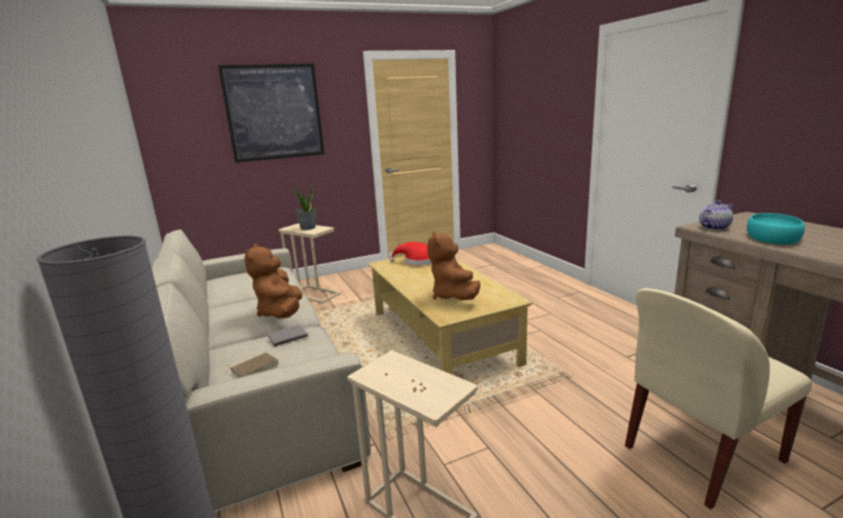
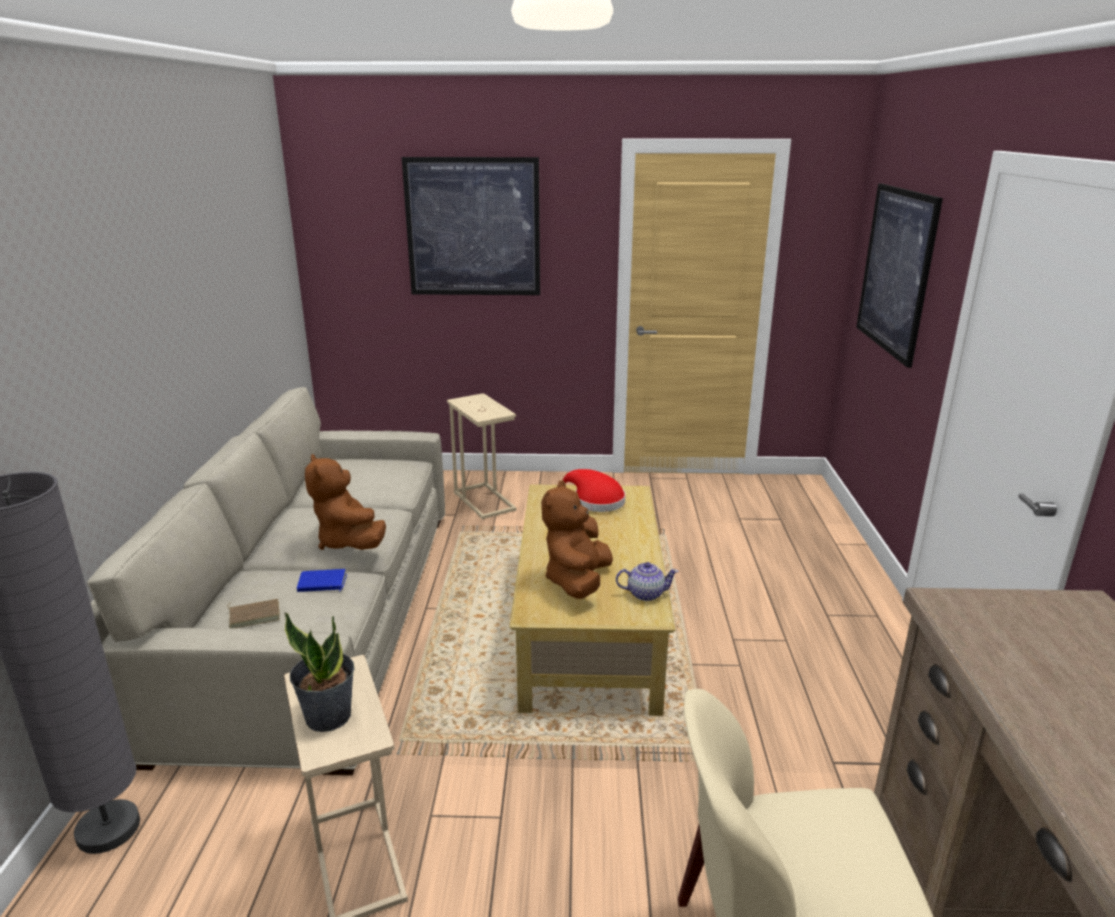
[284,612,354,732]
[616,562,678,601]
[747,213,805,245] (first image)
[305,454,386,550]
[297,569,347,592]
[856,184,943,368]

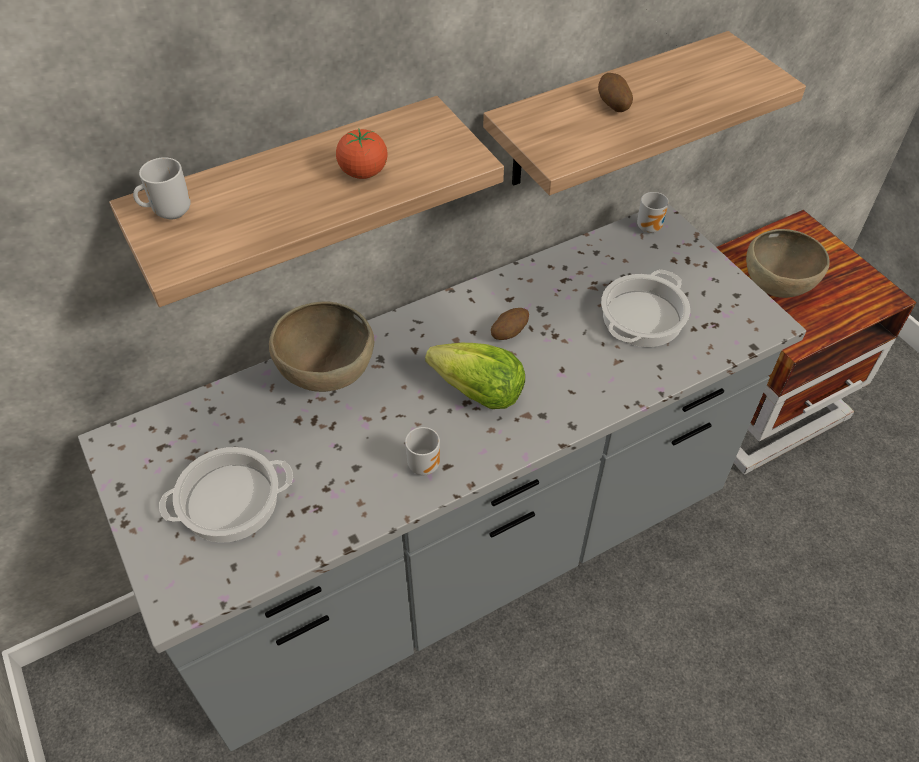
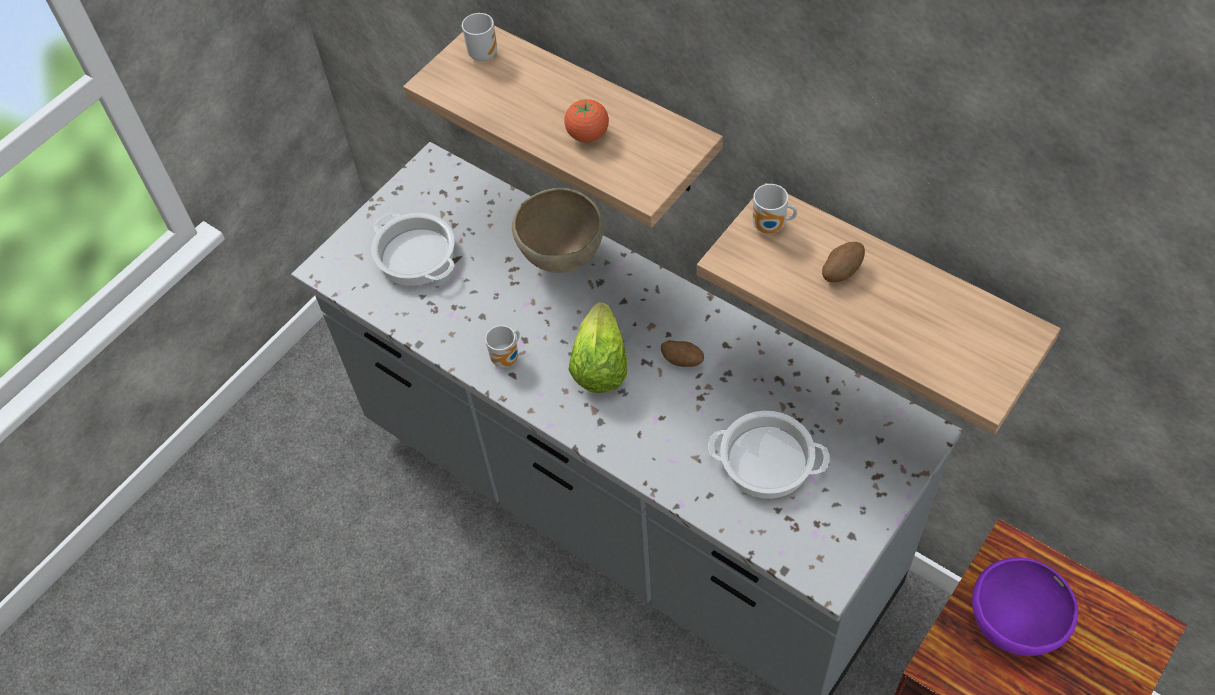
[753,184,797,234]
[972,557,1078,656]

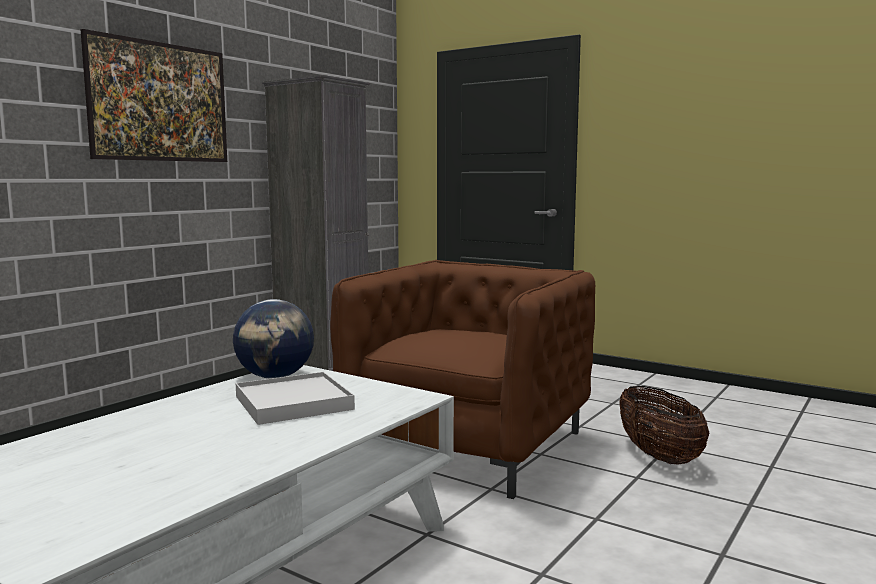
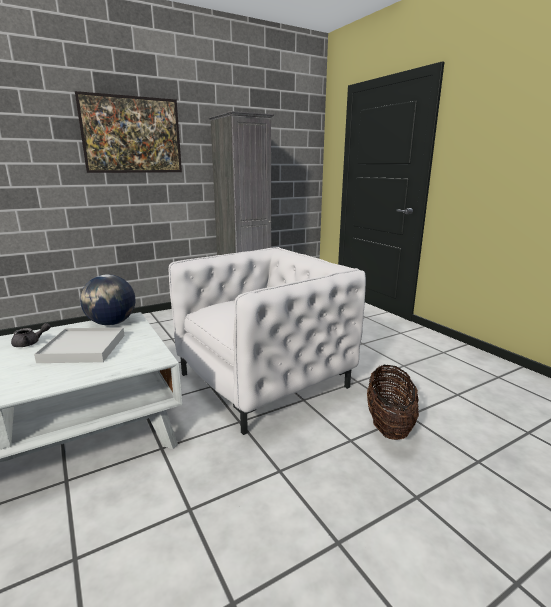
[169,247,366,435]
[11,323,51,347]

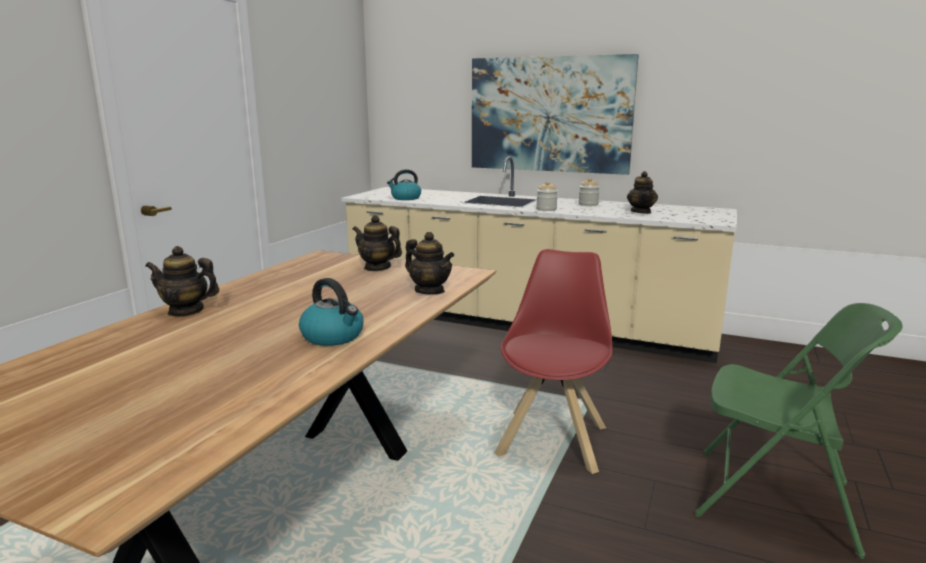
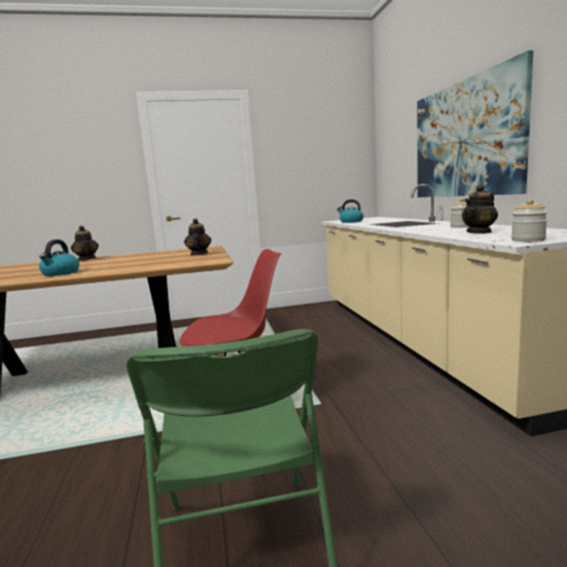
[511,199,548,242]
[405,232,454,294] (first image)

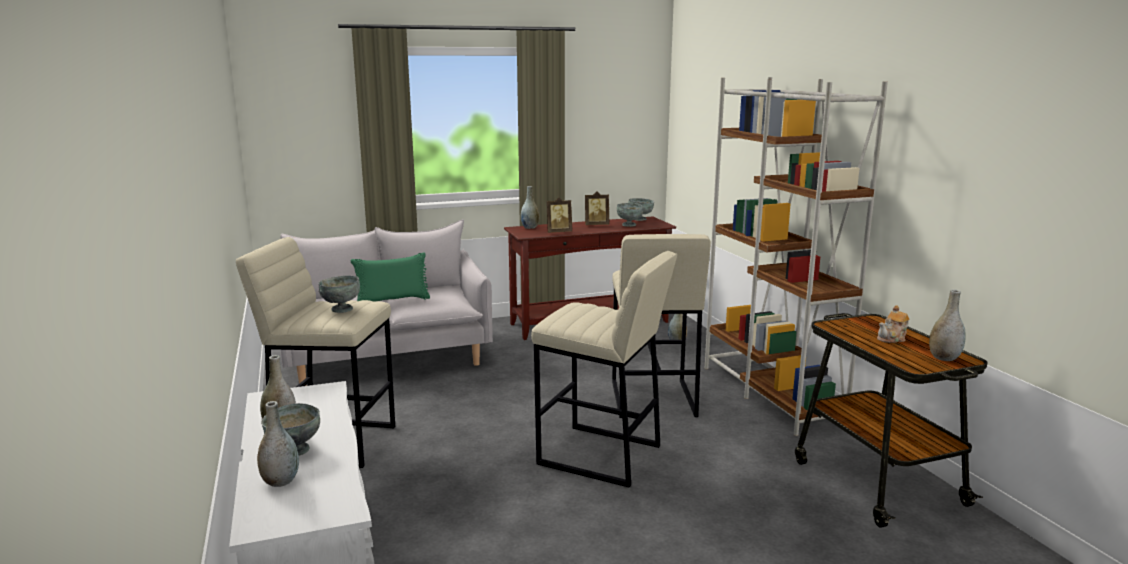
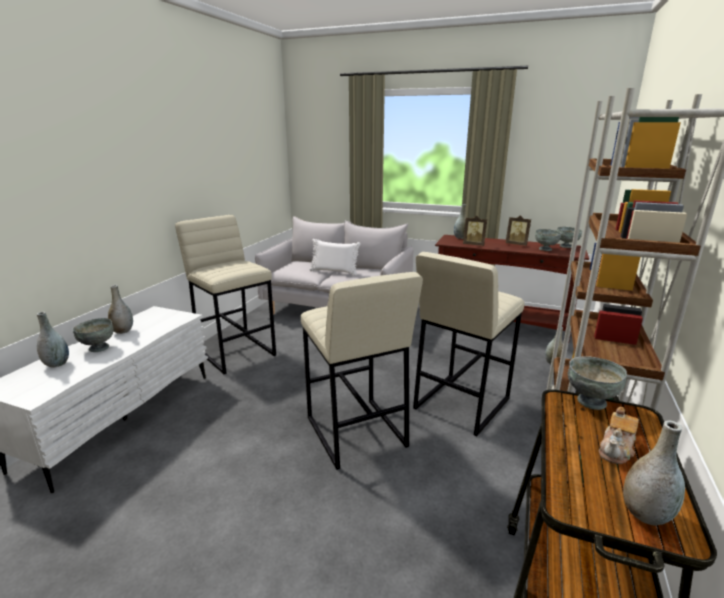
[309,239,361,276]
[568,356,627,410]
[599,407,639,464]

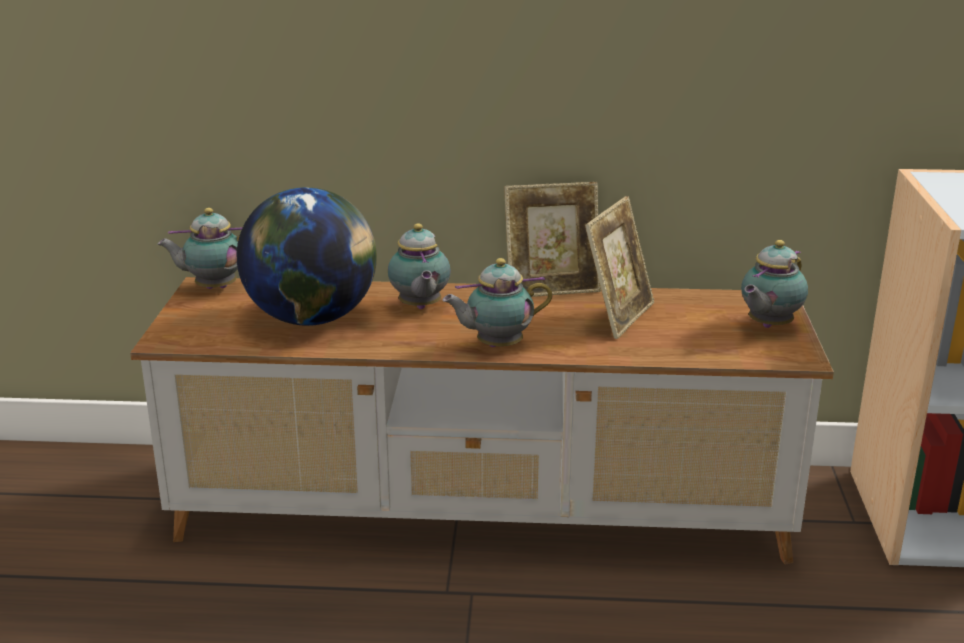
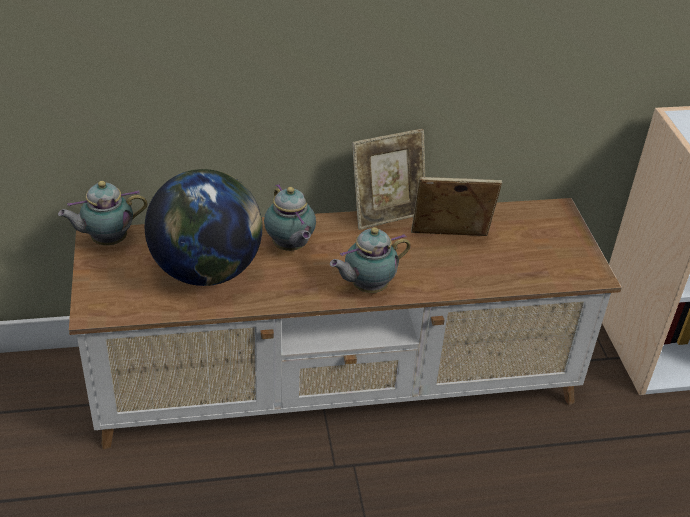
[411,177,502,236]
[741,240,808,328] (first image)

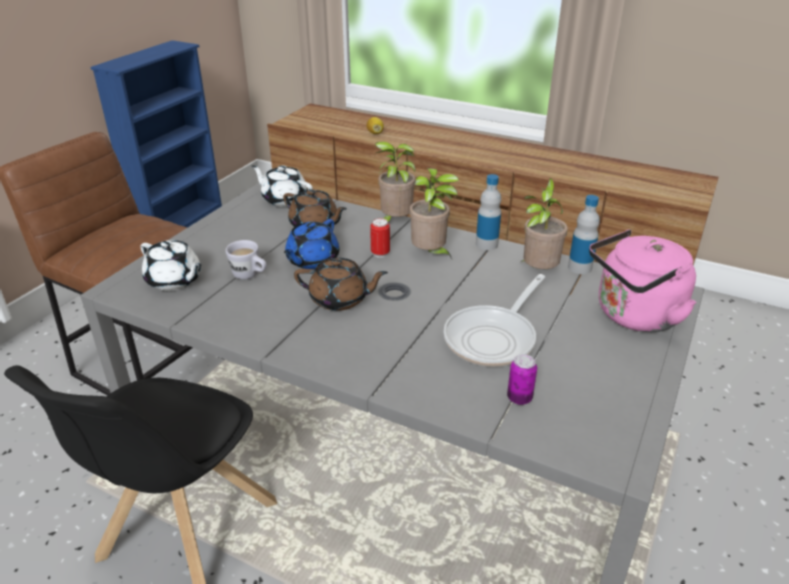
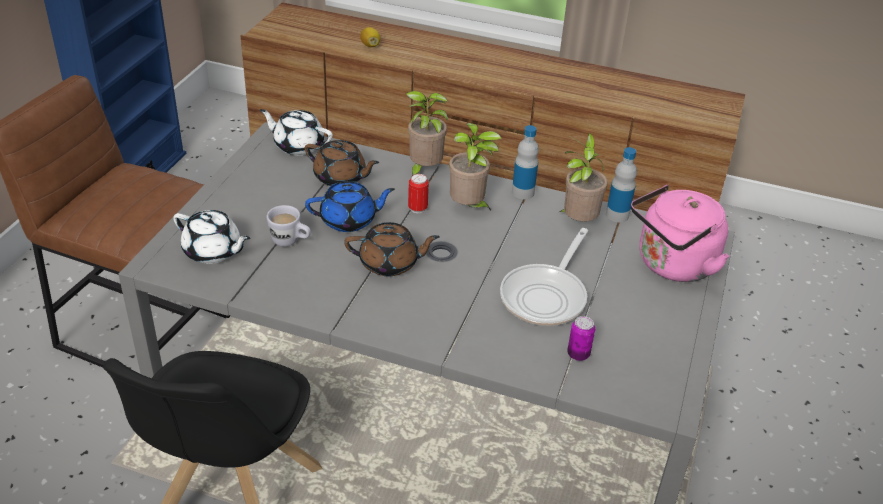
[305,181,395,232]

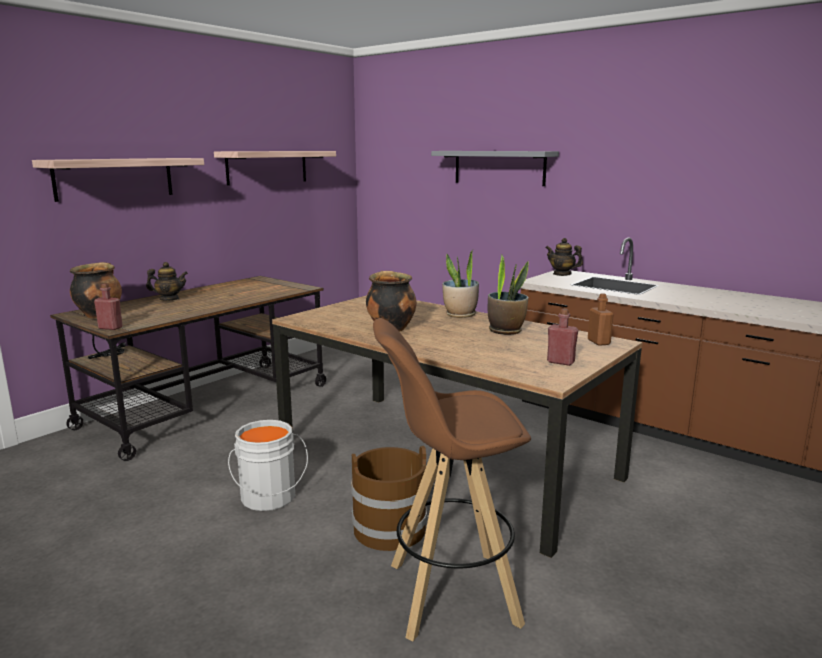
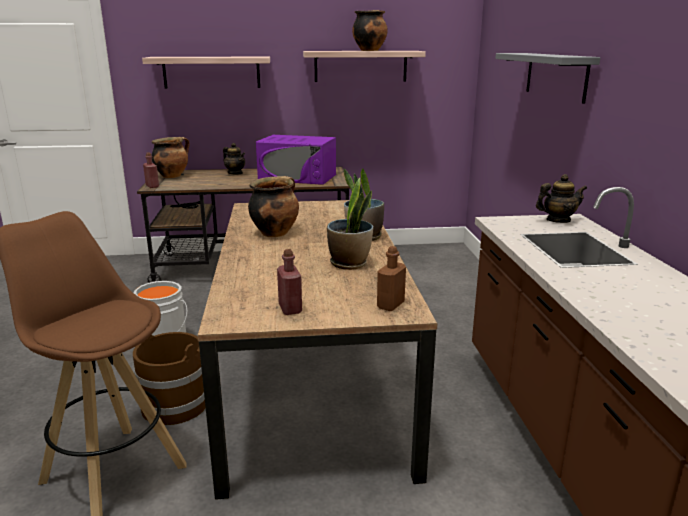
[536,174,587,223]
[352,10,388,51]
[256,135,336,185]

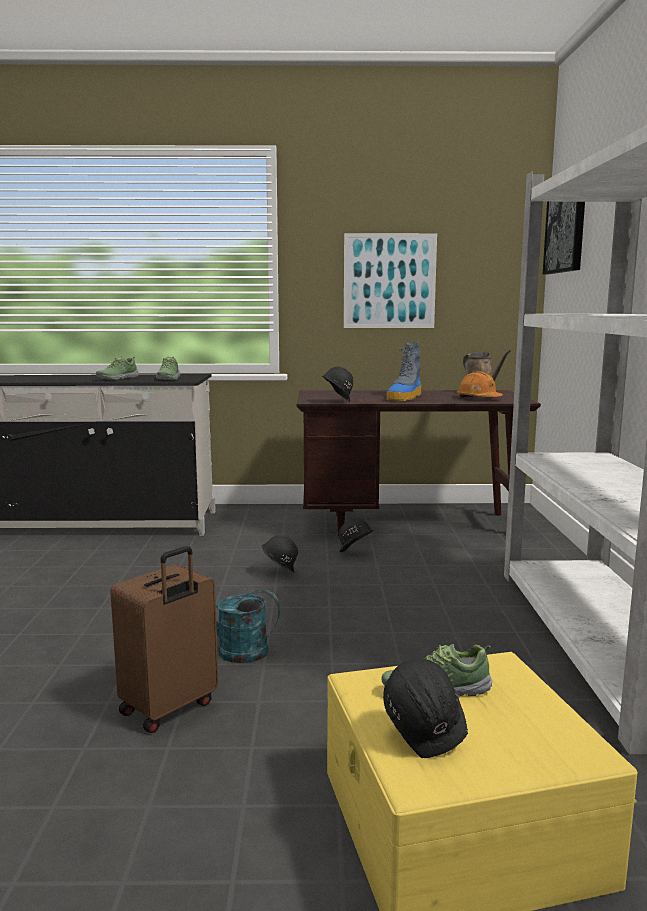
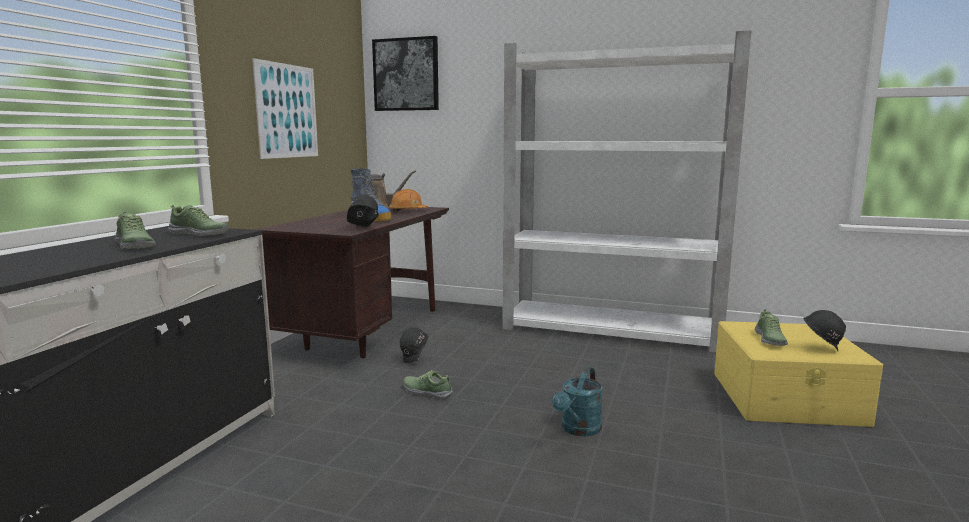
[404,370,453,399]
[110,546,218,733] (first image)

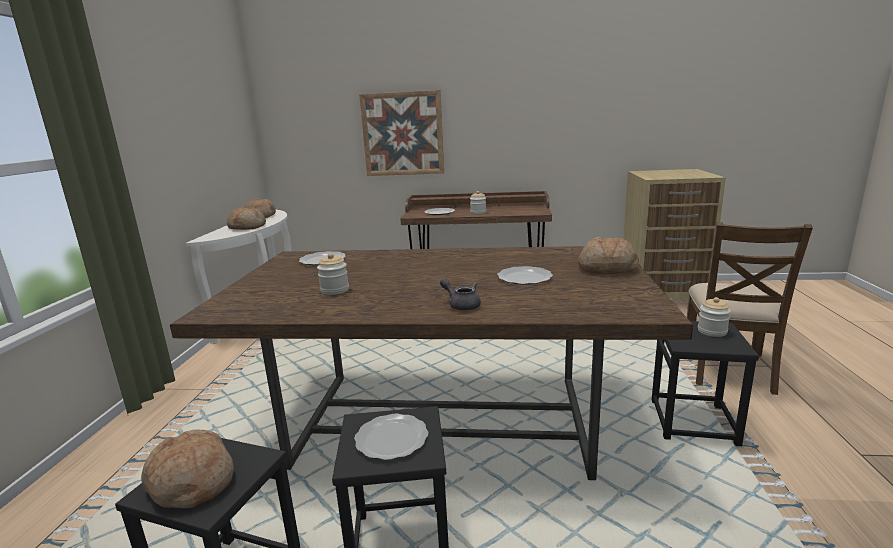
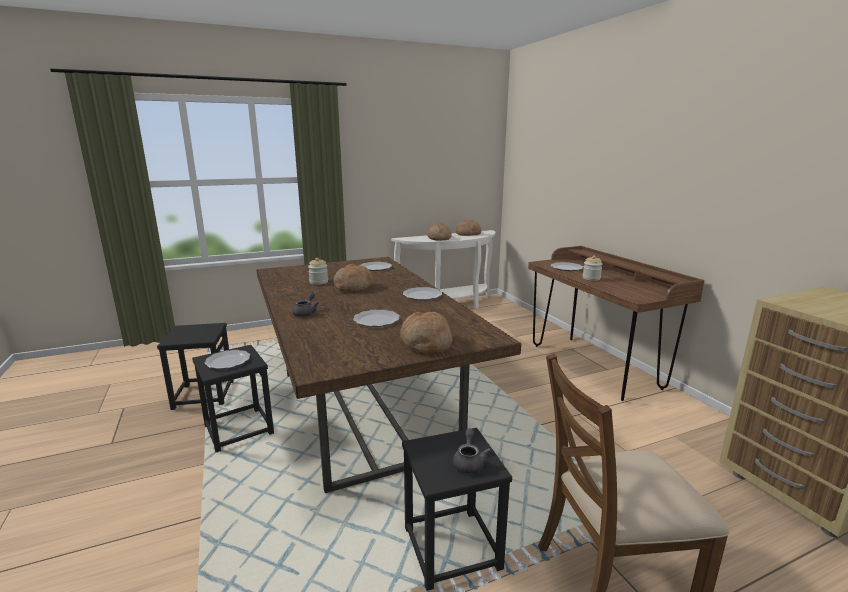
[359,90,444,176] (first image)
[453,428,491,474]
[333,264,373,292]
[403,287,442,300]

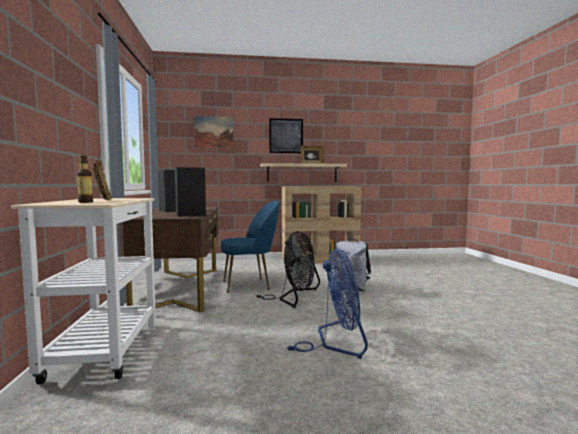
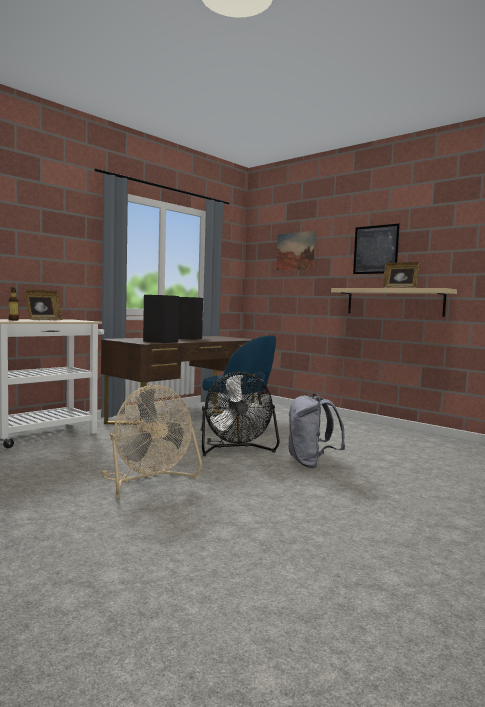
[282,186,361,264] (first image)
[102,385,202,498]

